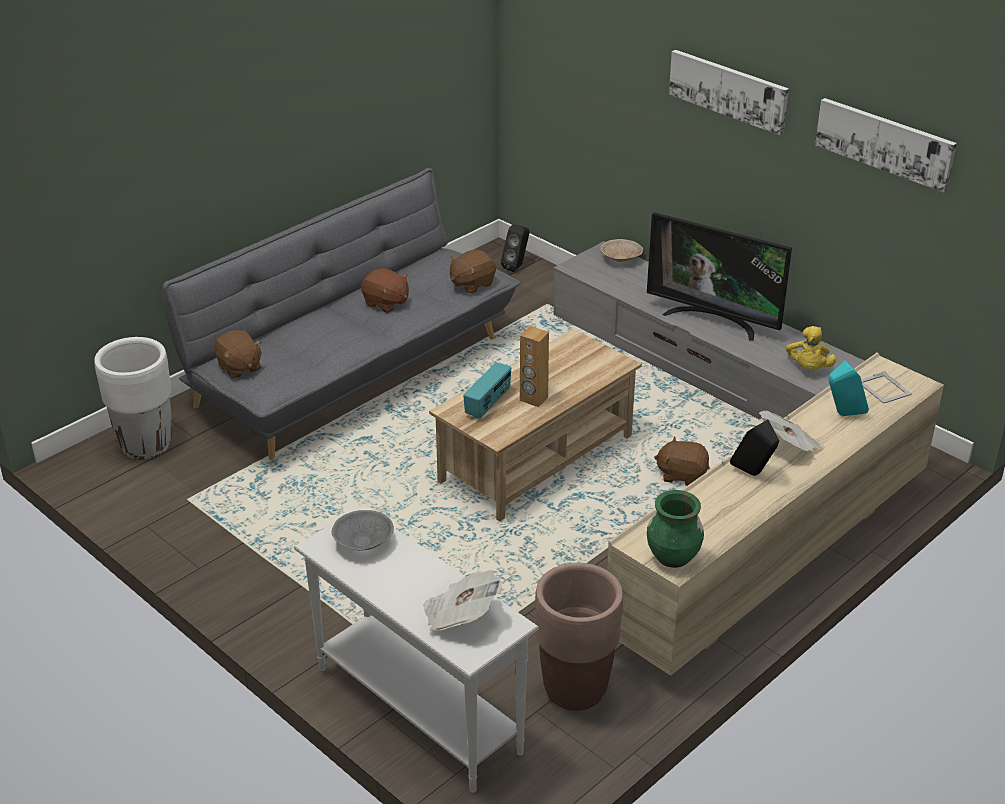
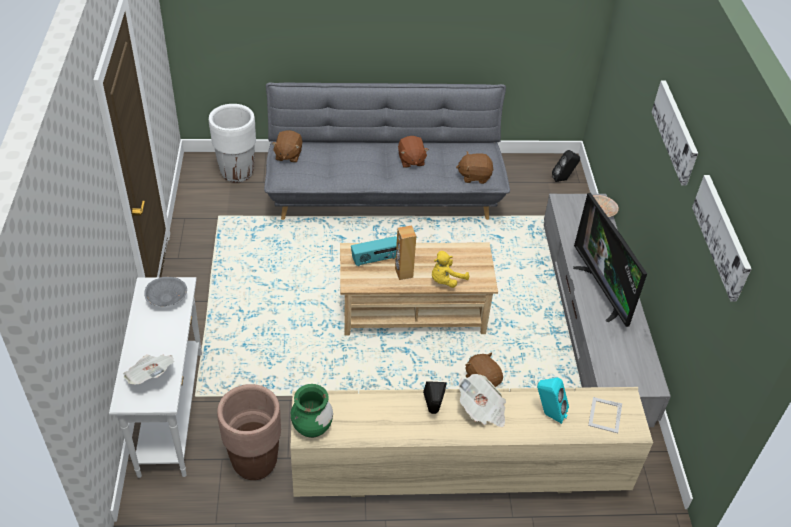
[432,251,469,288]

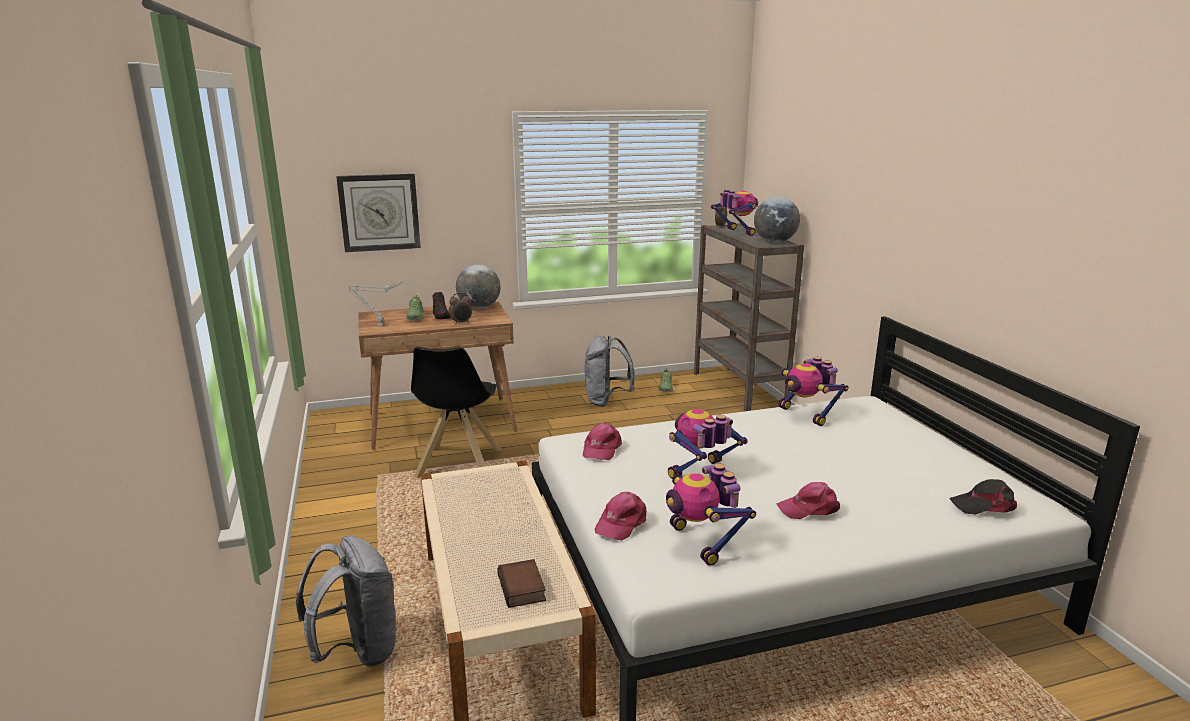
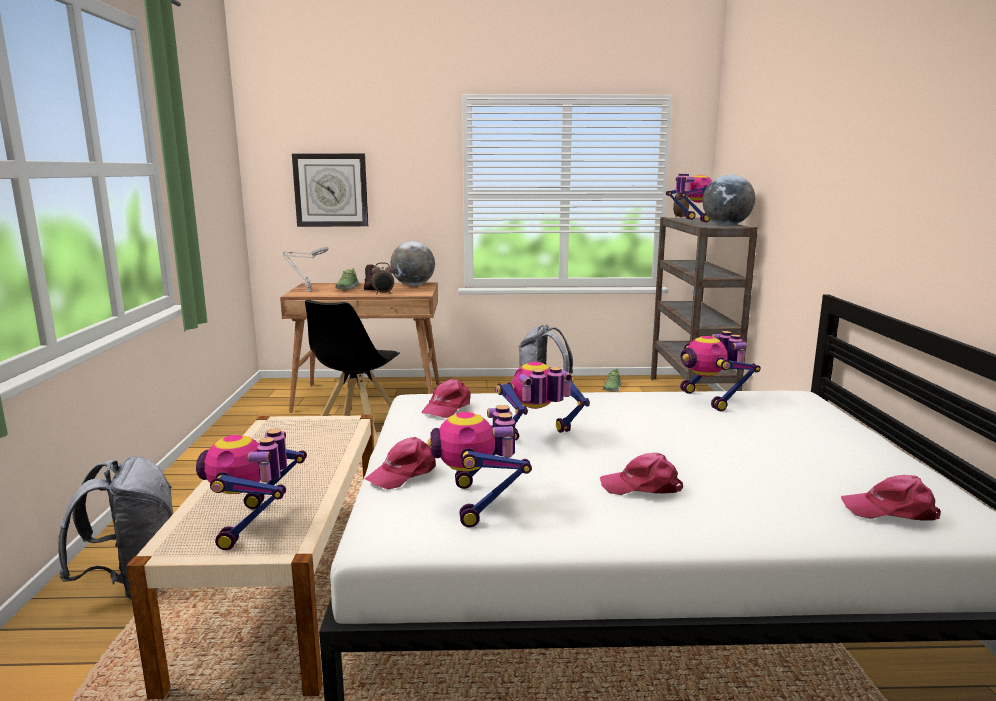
[841,475,941,520]
[196,429,307,550]

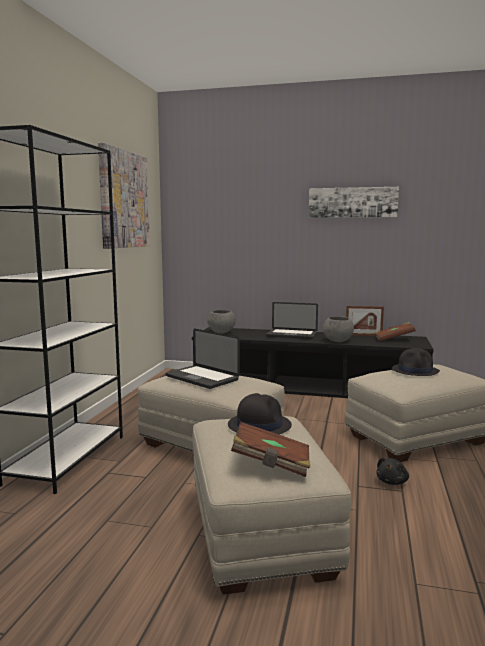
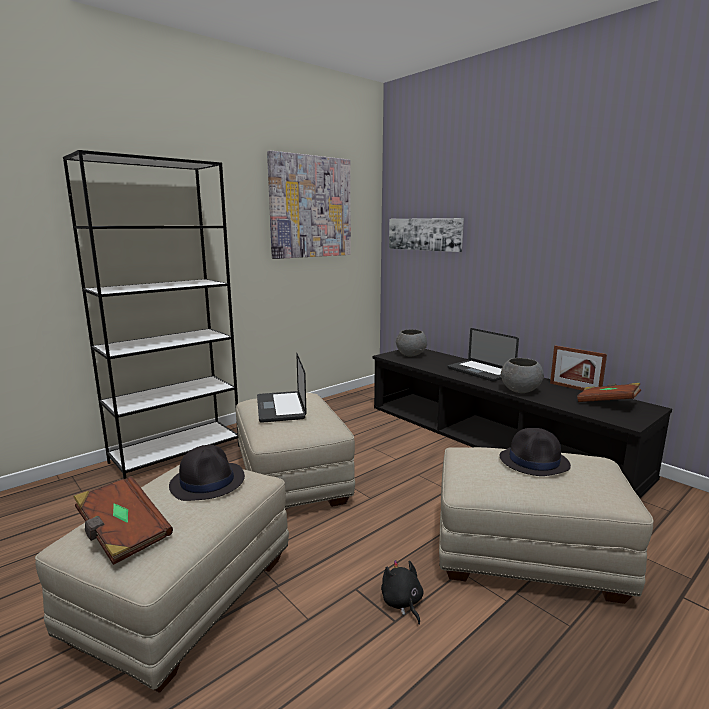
[389,218,464,252]
[381,560,423,625]

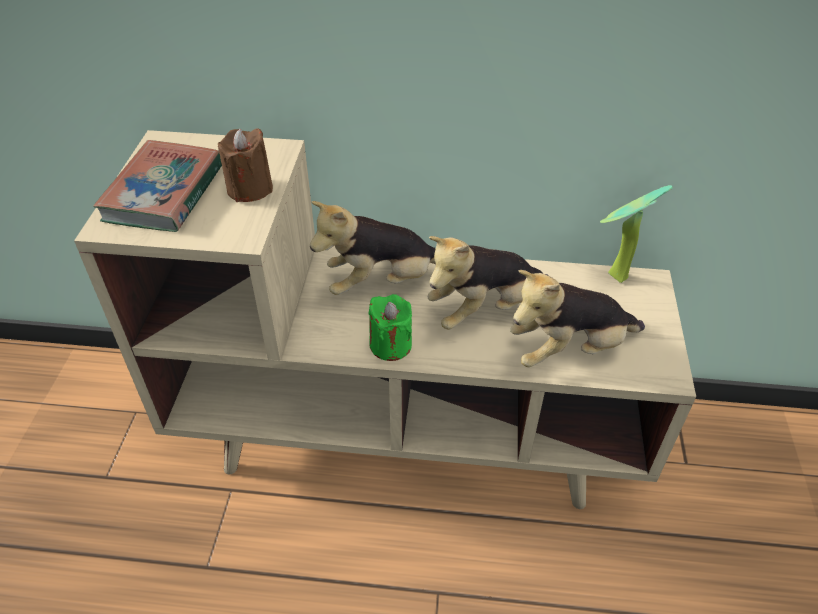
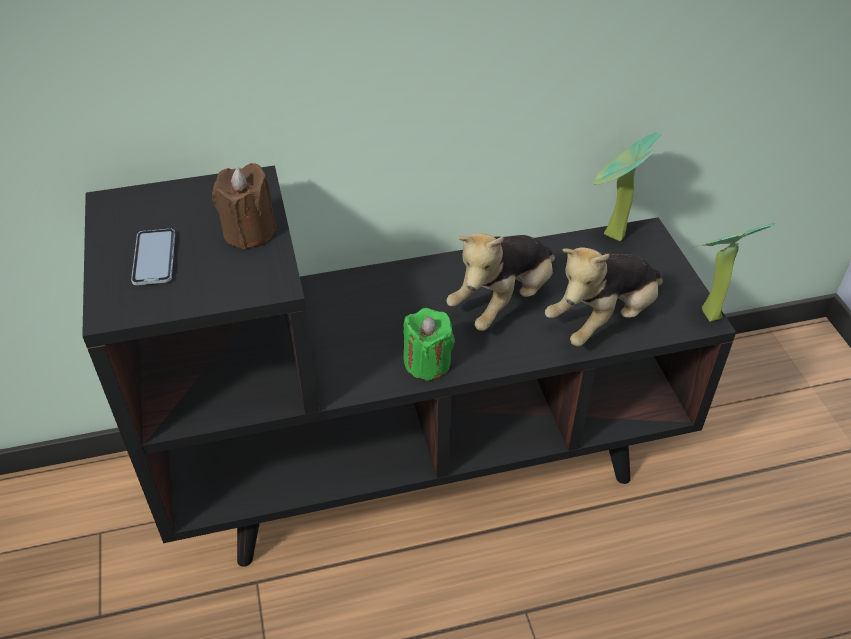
[82,165,736,567]
[131,229,175,285]
[310,201,436,295] (first image)
[693,223,775,322]

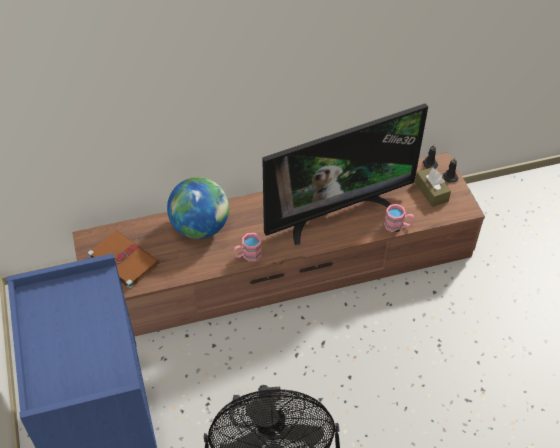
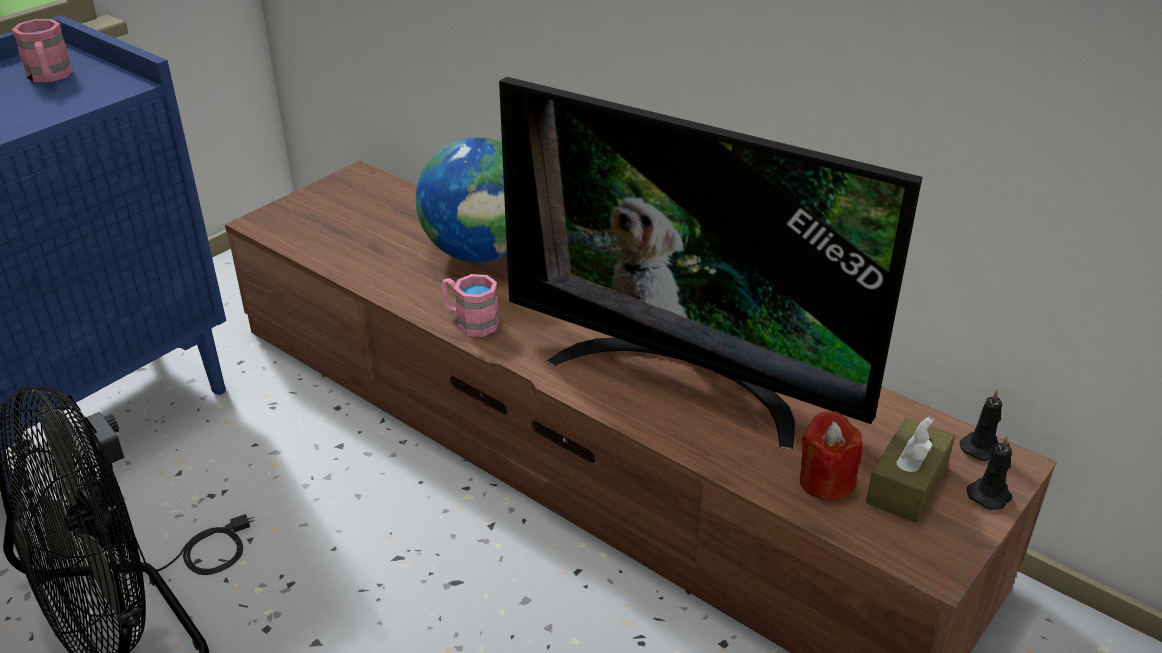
[12,19,73,82]
[88,230,160,289] (first image)
[800,411,863,501]

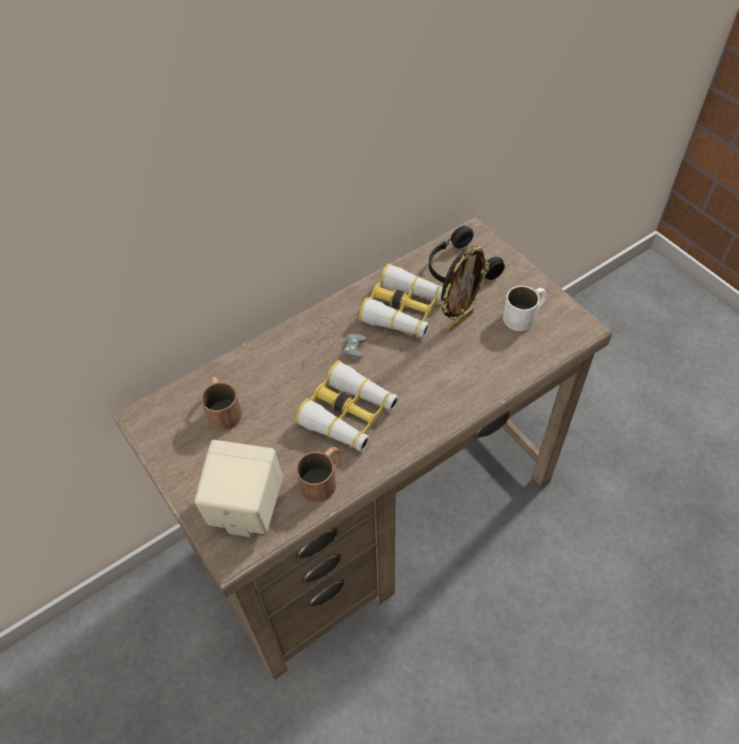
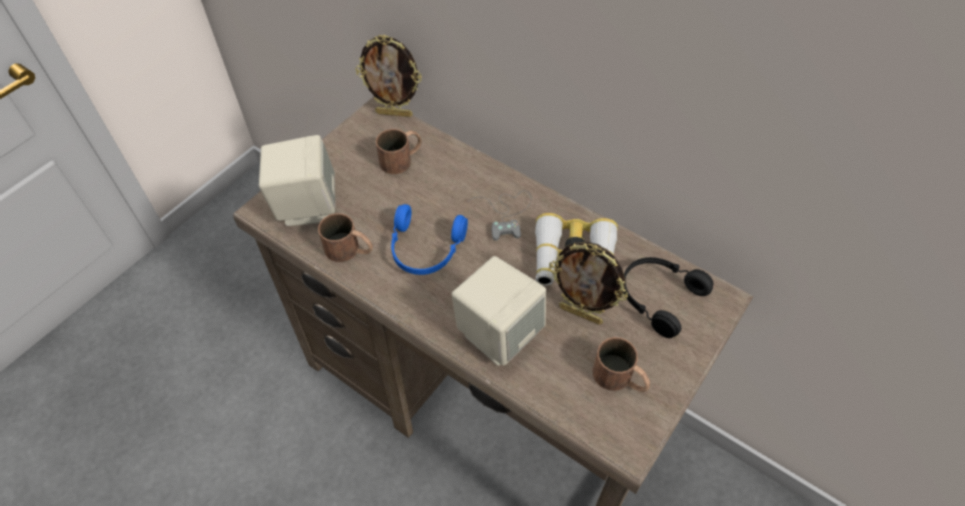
[593,337,650,392]
[391,204,468,275]
[355,35,422,117]
[452,256,546,366]

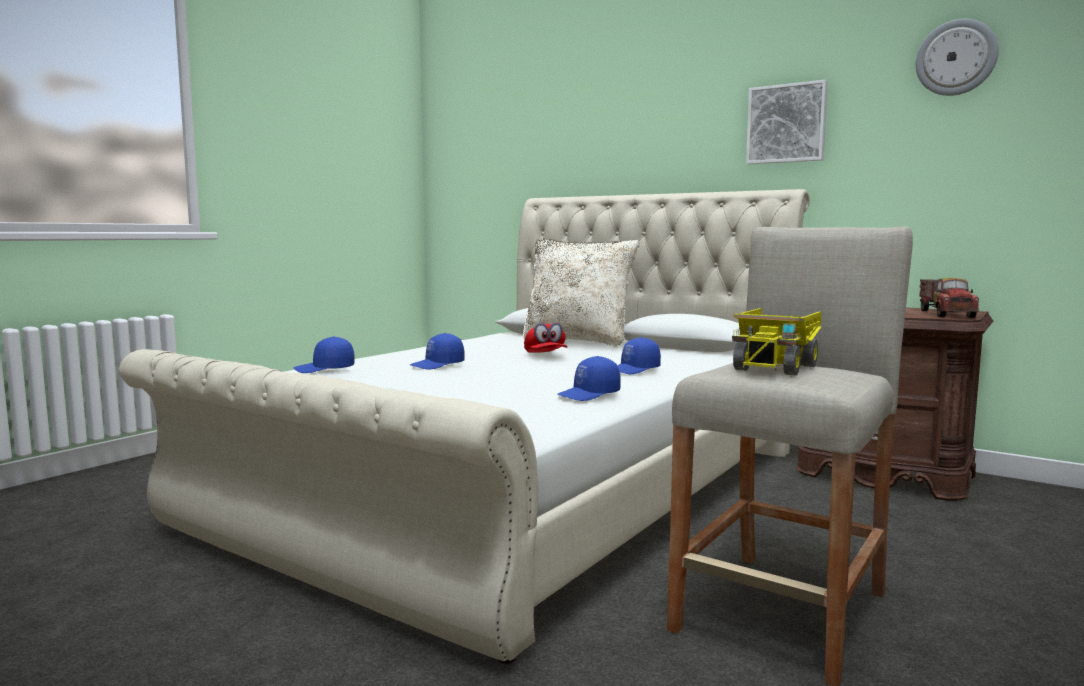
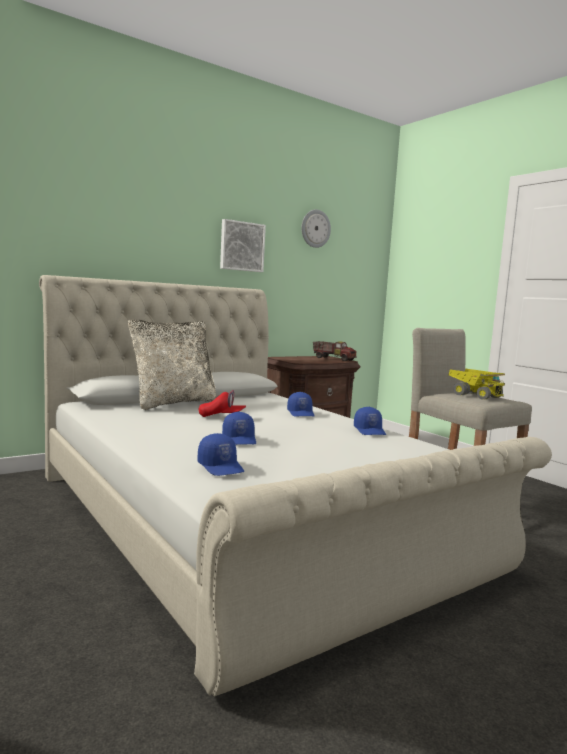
[197,433,244,476]

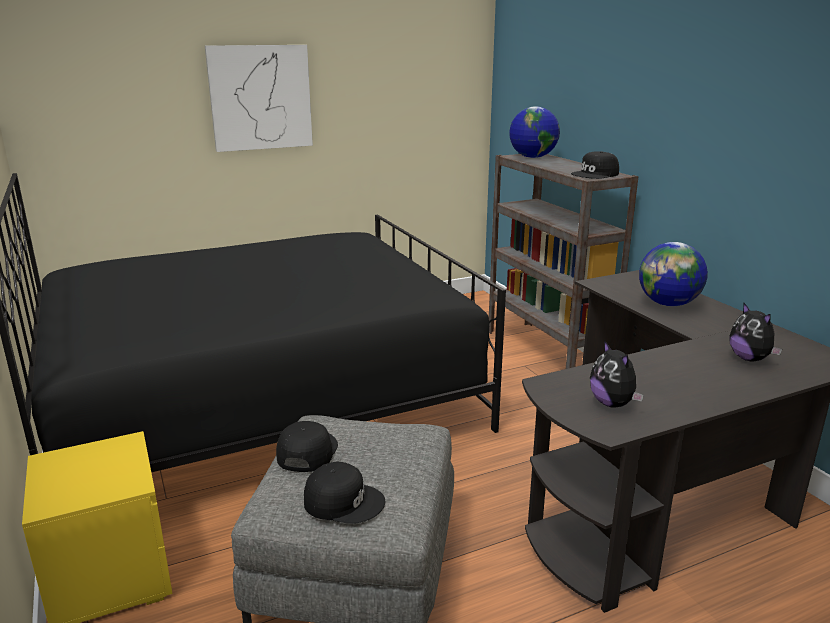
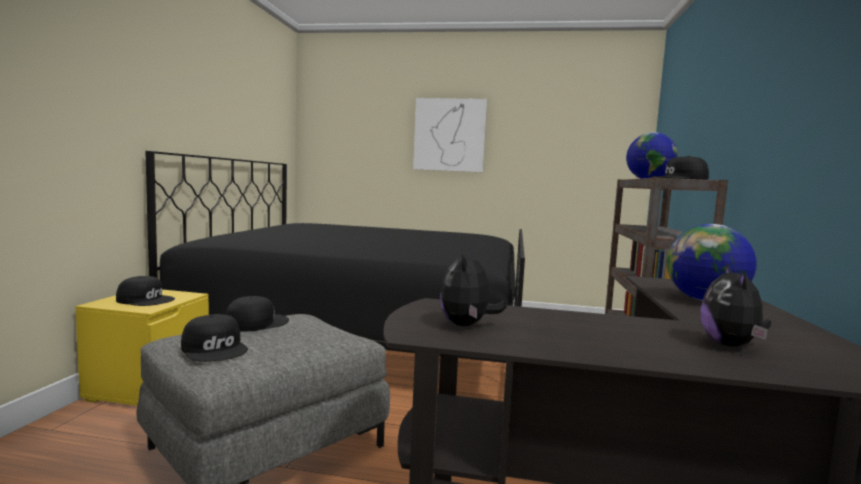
[116,276,175,306]

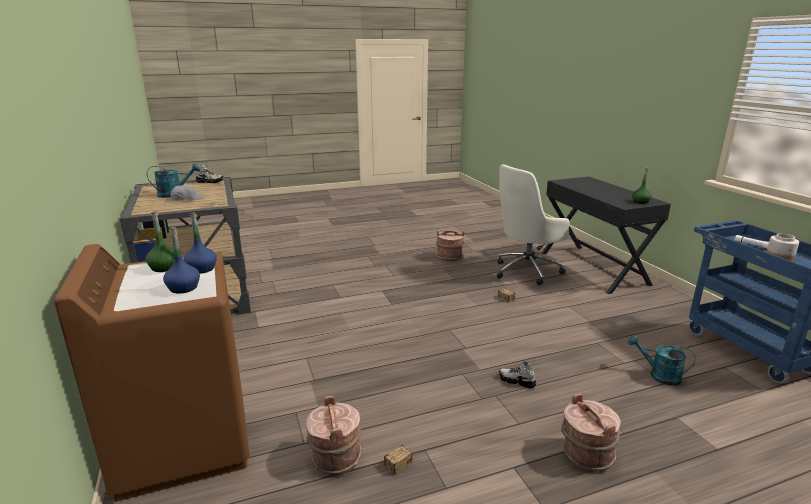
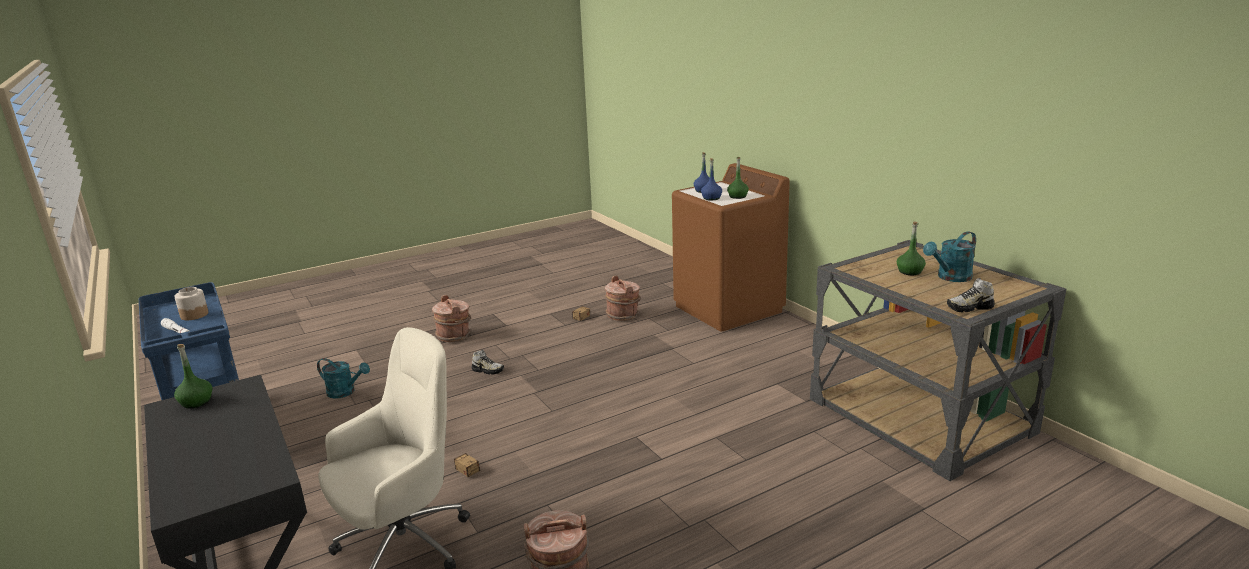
[897,222,926,275]

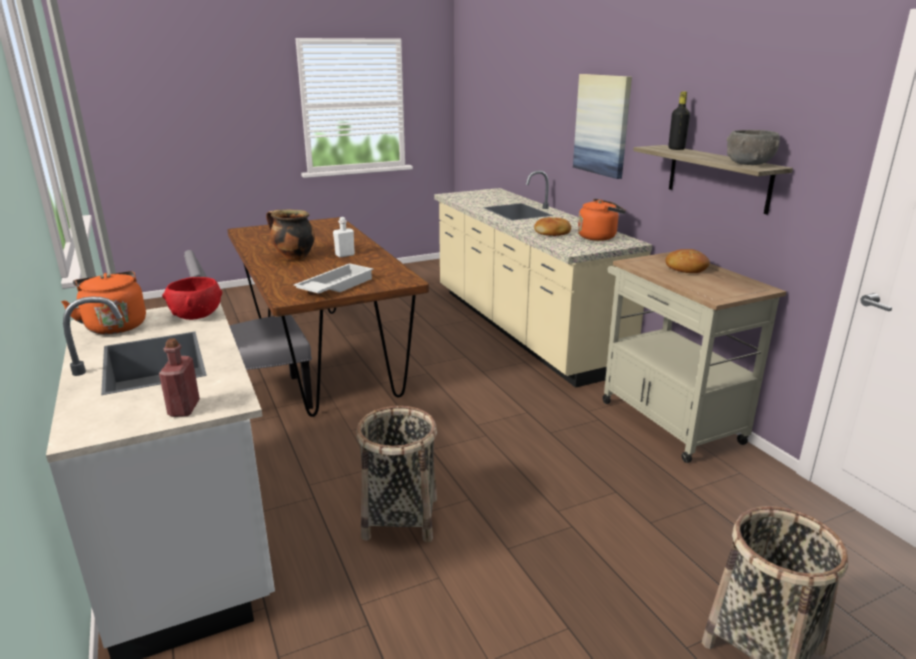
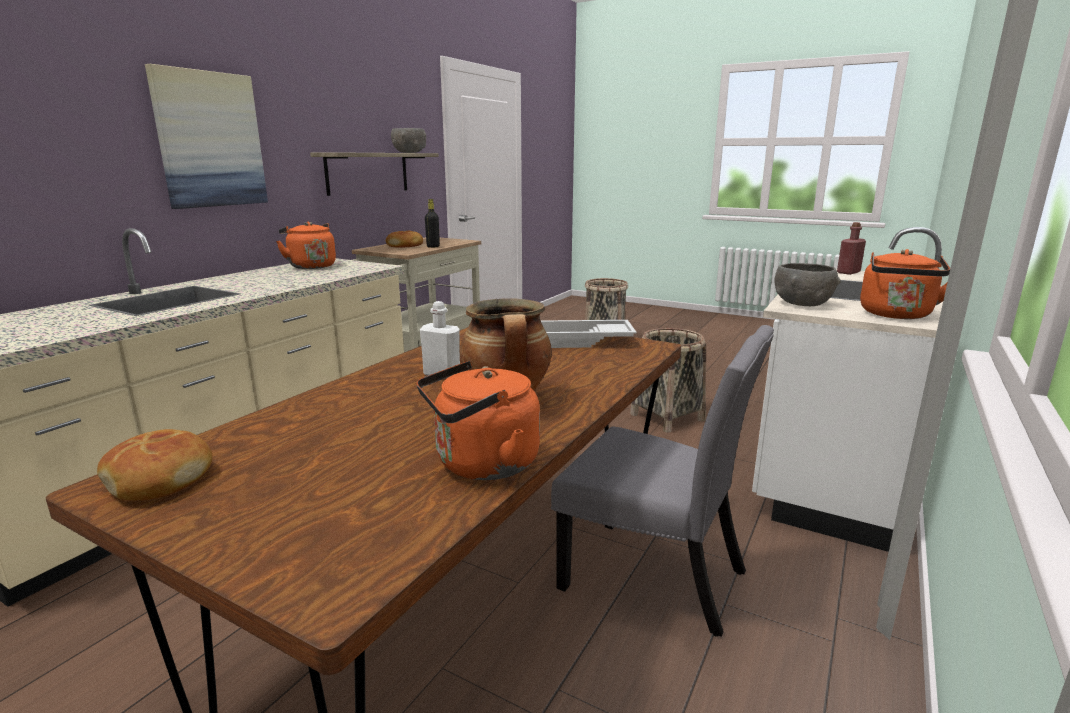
[425,199,440,248]
[97,429,212,501]
[774,263,841,306]
[417,361,540,480]

